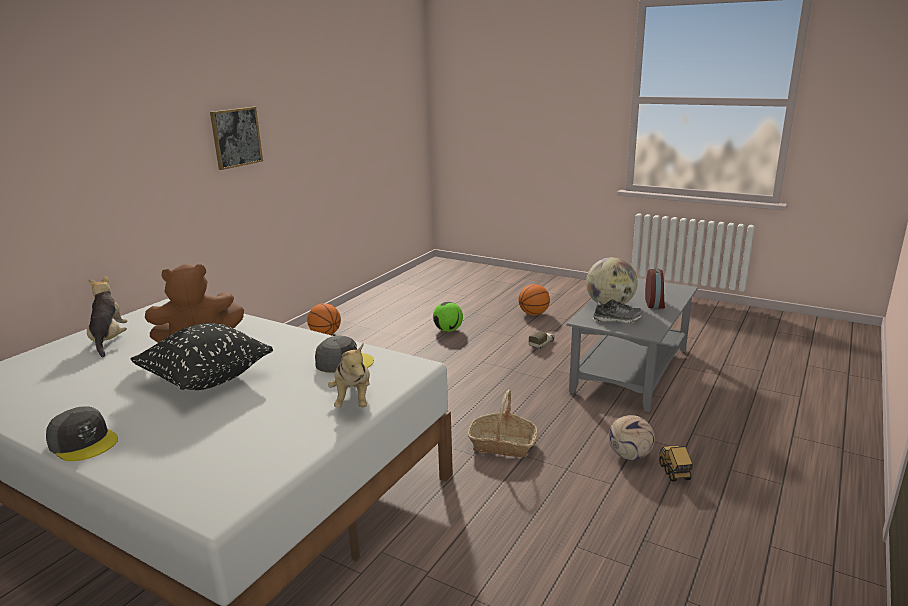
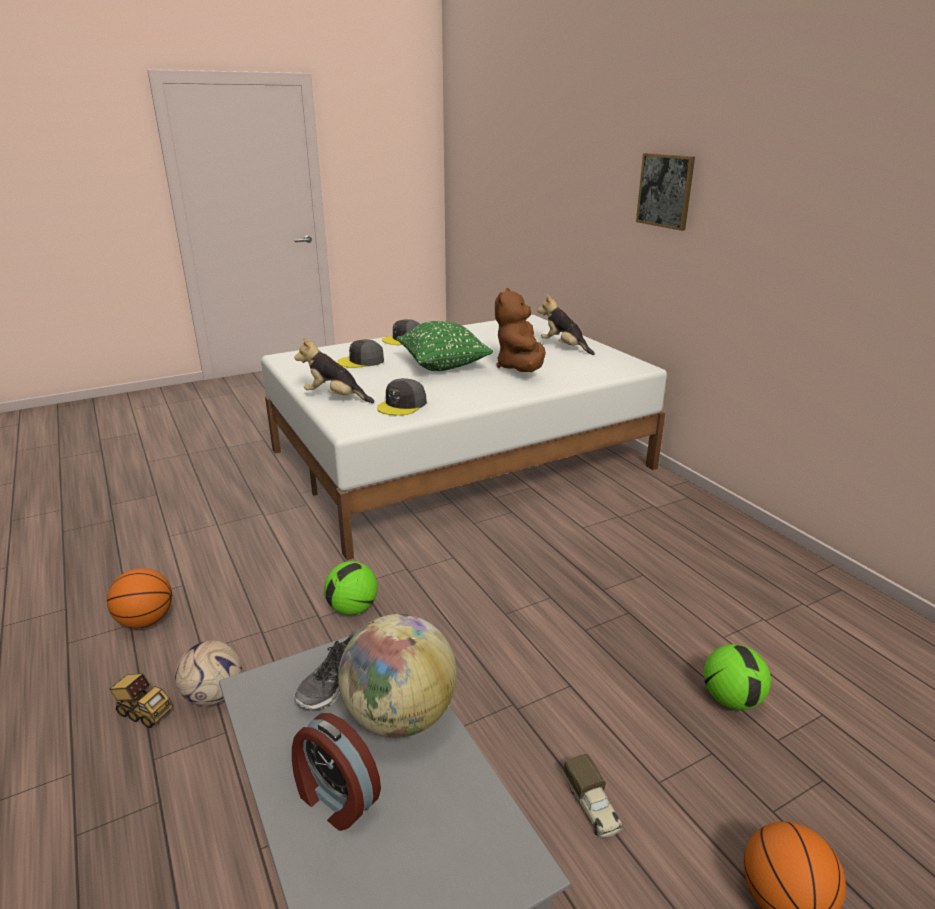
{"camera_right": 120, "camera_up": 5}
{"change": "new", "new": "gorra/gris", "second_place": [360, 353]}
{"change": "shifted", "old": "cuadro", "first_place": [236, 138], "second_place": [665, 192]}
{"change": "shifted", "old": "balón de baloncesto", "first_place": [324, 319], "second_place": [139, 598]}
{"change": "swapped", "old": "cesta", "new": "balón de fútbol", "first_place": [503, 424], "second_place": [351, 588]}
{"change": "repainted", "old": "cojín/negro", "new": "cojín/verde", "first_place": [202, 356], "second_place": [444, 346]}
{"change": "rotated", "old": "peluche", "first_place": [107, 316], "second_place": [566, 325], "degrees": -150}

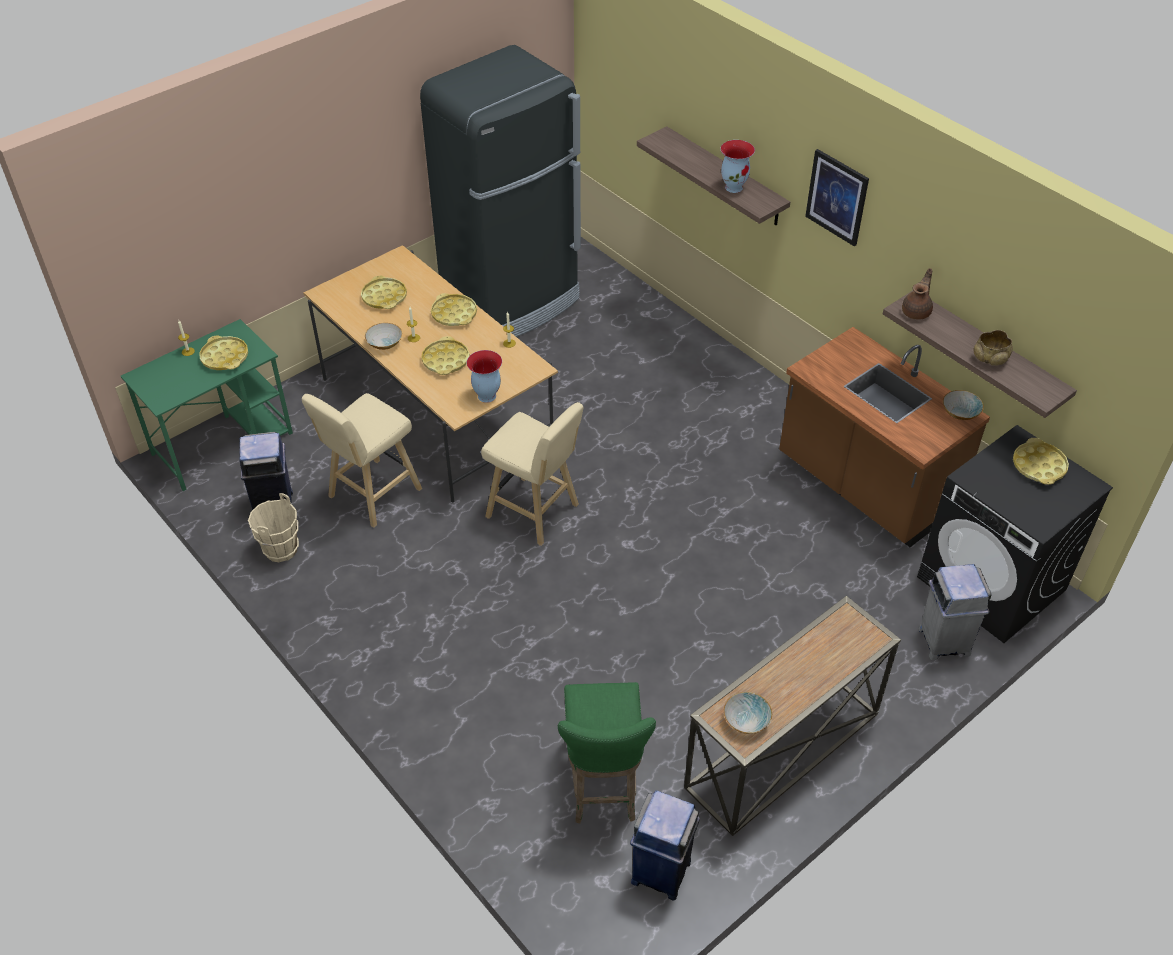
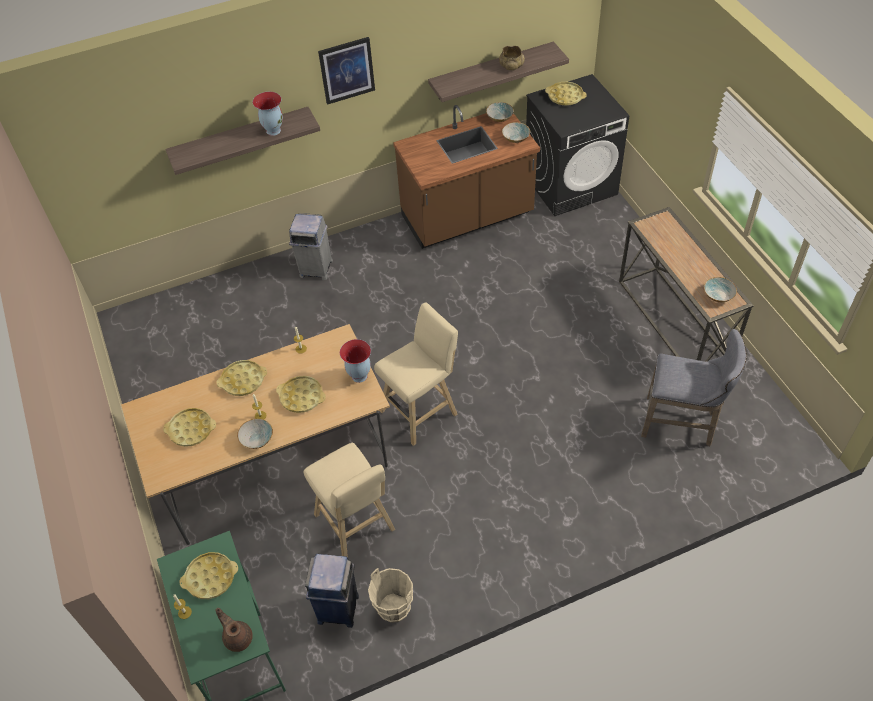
{"camera_right": -70, "camera_up": 5}
{"change": "gone", "old": "nevera/negro", "first_place": [500, 191]}
{"change": "gone", "old": "papelera/azul", "first_place": [665, 845]}
{"change": "new", "new": "cuenco", "second_place": [516, 132]}
{"change": "shifted", "old": "tetera/marrón", "first_place": [917, 294], "second_place": [234, 630]}
{"change": "shifted", "old": "papelera/gris", "first_place": [955, 612], "second_place": [311, 246]}
{"change": "repainted", "old": "taburete/verde", "new": "taburete/gris", "first_place": [607, 753], "second_place": [694, 387]}

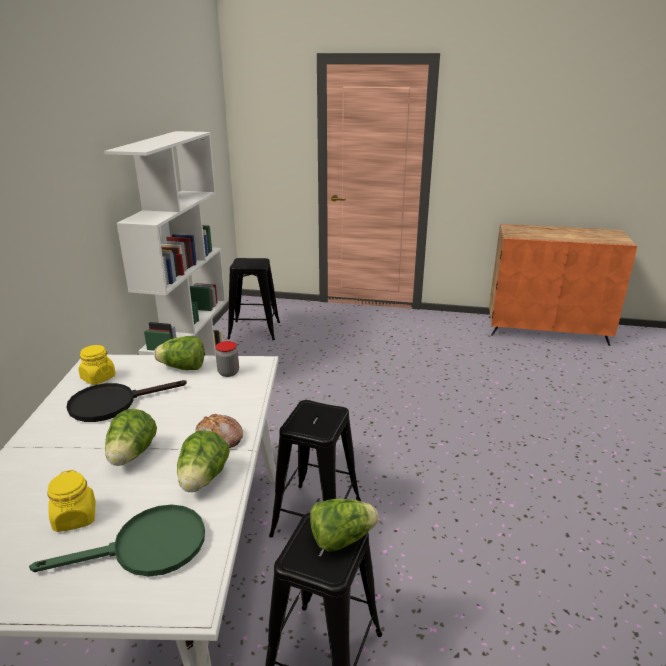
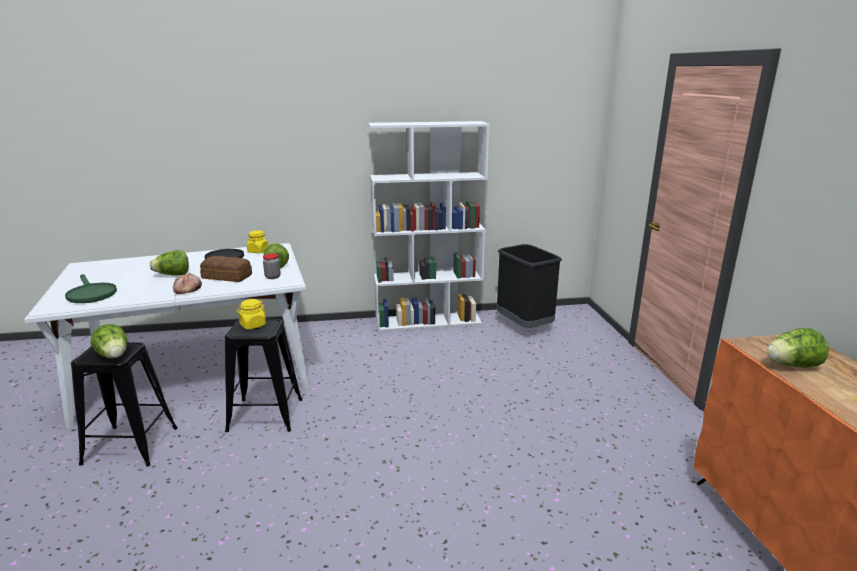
{"camera_right": 70, "camera_up": -5}
{"change": "new", "new": "pan", "second_place": [226, 269]}
{"change": "shifted", "old": "tarro/amarillo", "first_place": [71, 501], "second_place": [251, 314]}
{"change": "shifted", "old": "lechuga", "first_place": [203, 461], "second_place": [797, 348]}
{"change": "swapped", "old": "taburete/negro", "new": "papelera/negro", "first_place": [253, 299], "second_place": [529, 286]}

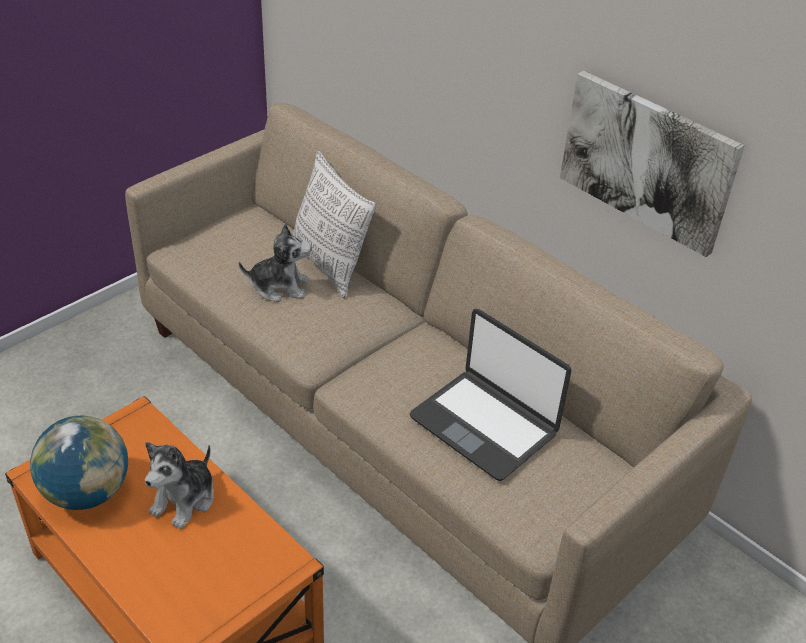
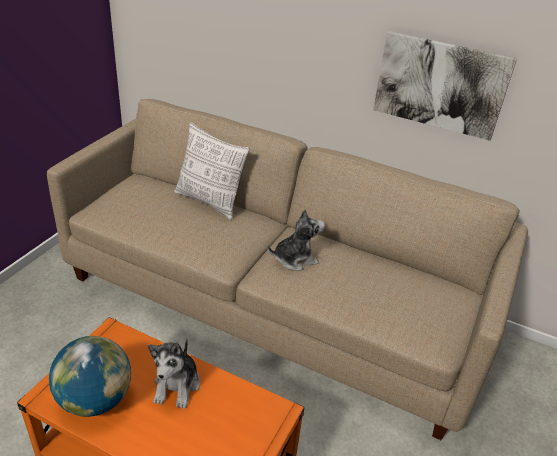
{"camera_right": -20, "camera_up": -5}
{"change": "gone", "old": "portátil", "first_place": [491, 395]}
{"change": "shifted", "old": "peluche", "first_place": [275, 263], "second_place": [296, 240]}

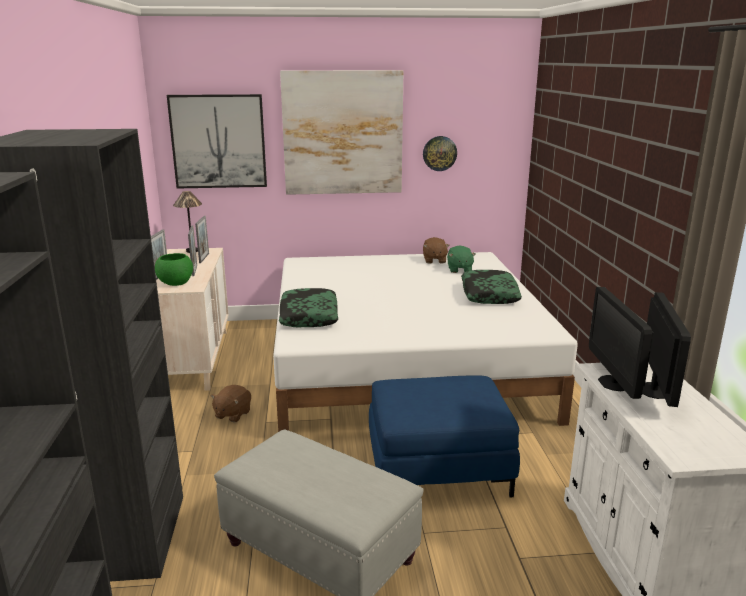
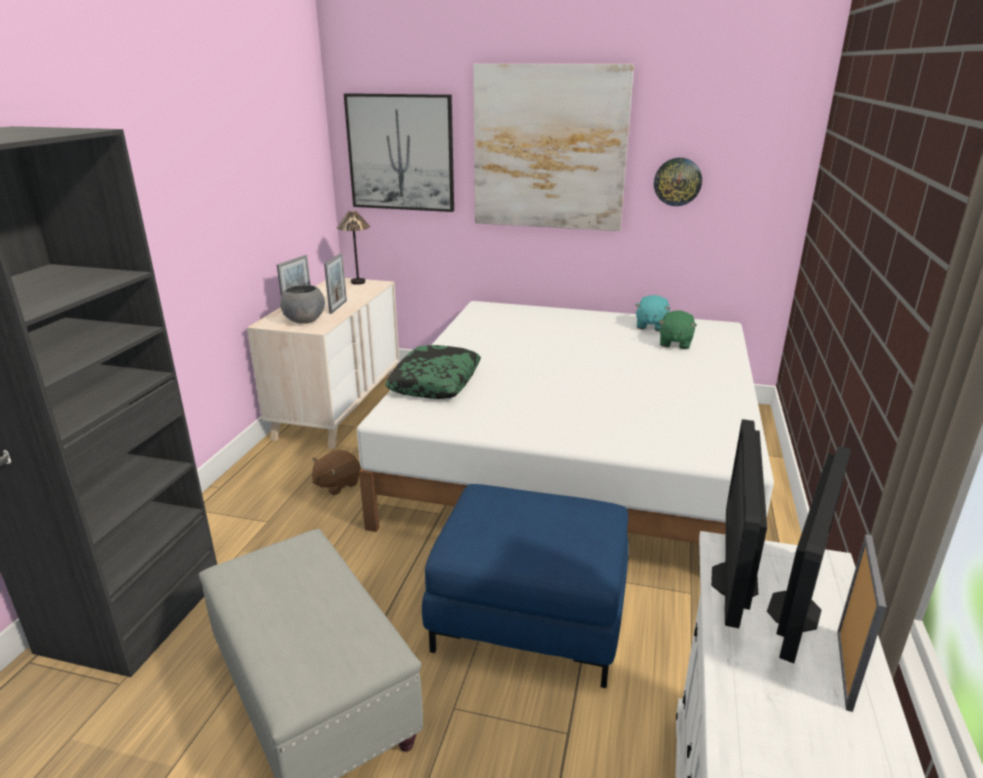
{"camera_right": 20, "camera_up": 5}
{"change": "gone", "old": "cojín", "first_place": [491, 287]}
{"change": "shifted", "old": "portarretratos", "first_place": [202, 239], "second_place": [861, 623]}
{"change": "repainted", "old": "cuenco/verde", "new": "cuenco/gris", "first_place": [174, 269], "second_place": [302, 304]}
{"change": "repainted", "old": "peluche/marrón", "new": "peluche/turquesa", "first_place": [436, 250], "second_place": [653, 313]}

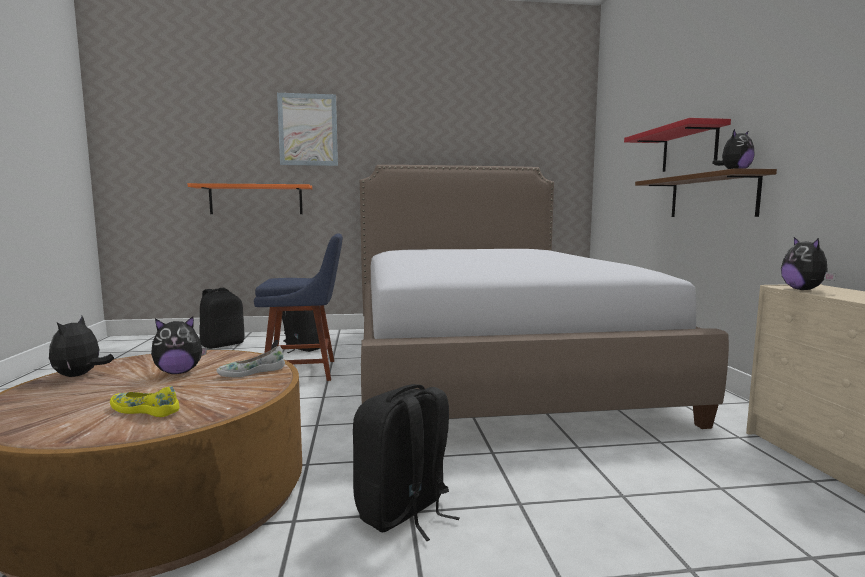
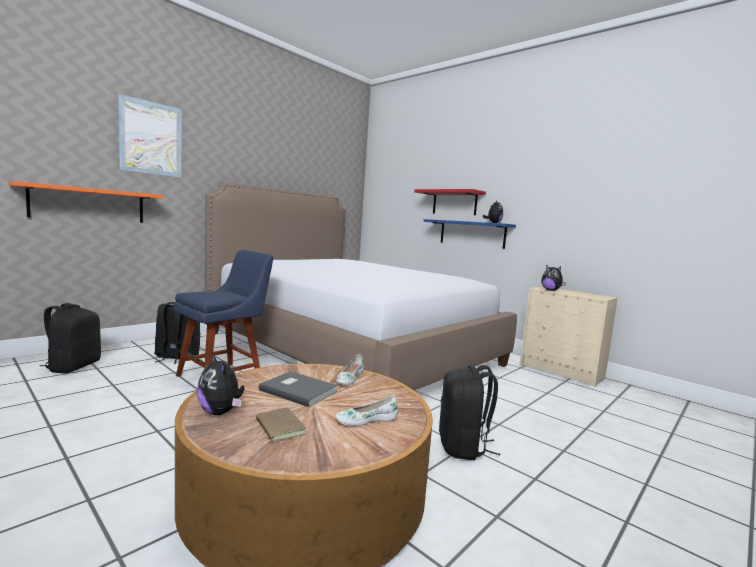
{"camera_right": -40, "camera_up": 0}
{"change": "new", "new": "libro/marrón", "second_place": [281, 424]}
{"change": "swapped", "old": "peluche", "new": "libro/gris", "first_place": [179, 345], "second_place": [298, 389]}
{"change": "repainted", "old": "zapato/amarillo", "new": "zapato/blanco", "first_place": [145, 401], "second_place": [366, 410]}
{"change": "repainted", "old": "estante/marrón", "new": "estante/azul", "first_place": [706, 192], "second_place": [469, 234]}

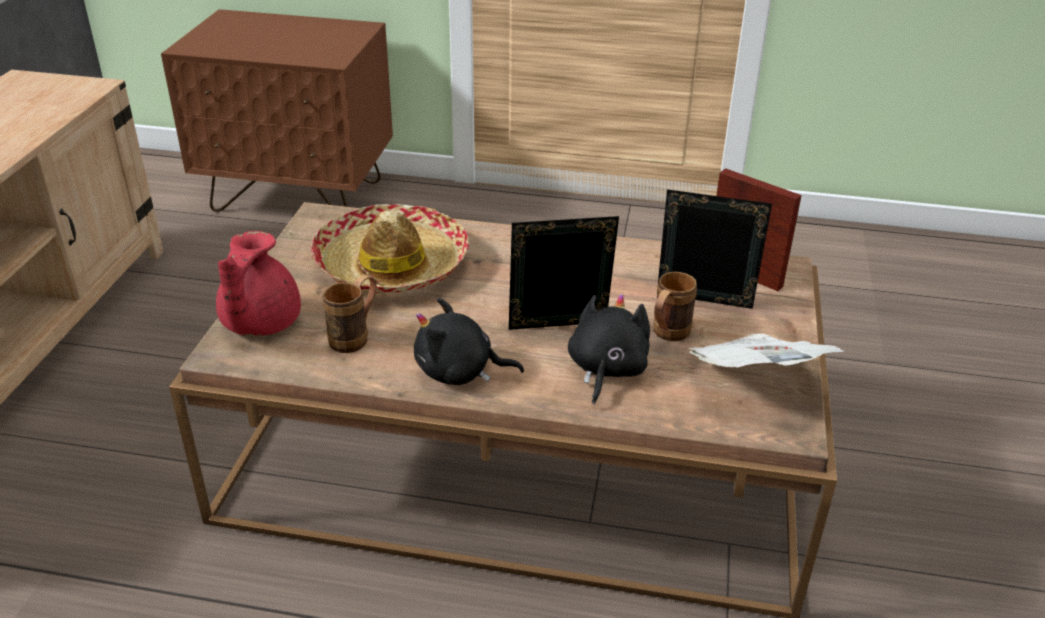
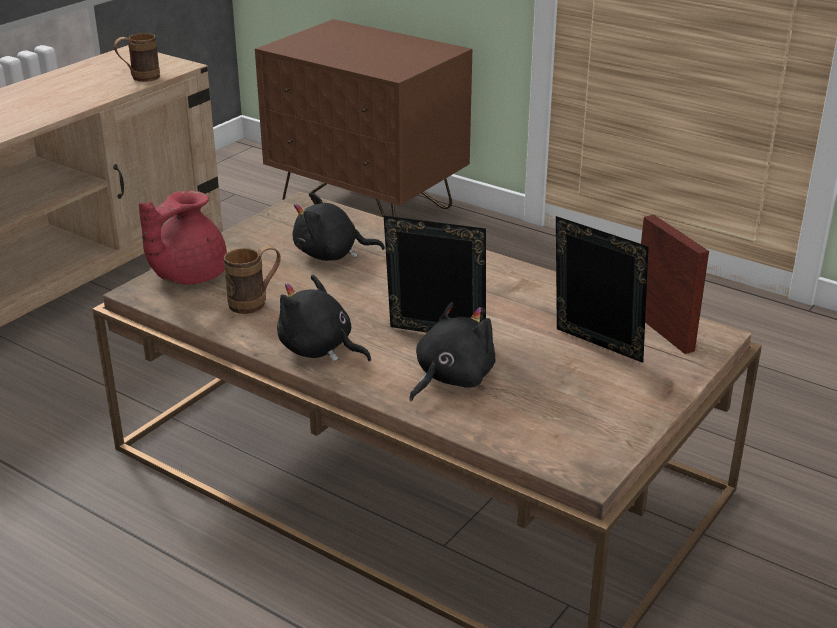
{"camera_right": 25, "camera_up": -5}
{"change": "gone", "old": "periódico", "first_place": [766, 350]}
{"change": "shifted", "old": "taza grande/marrón", "first_place": [675, 306], "second_place": [137, 57]}
{"change": "swapped", "old": "sombrero", "new": "peluche/negro", "first_place": [390, 248], "second_place": [339, 226]}

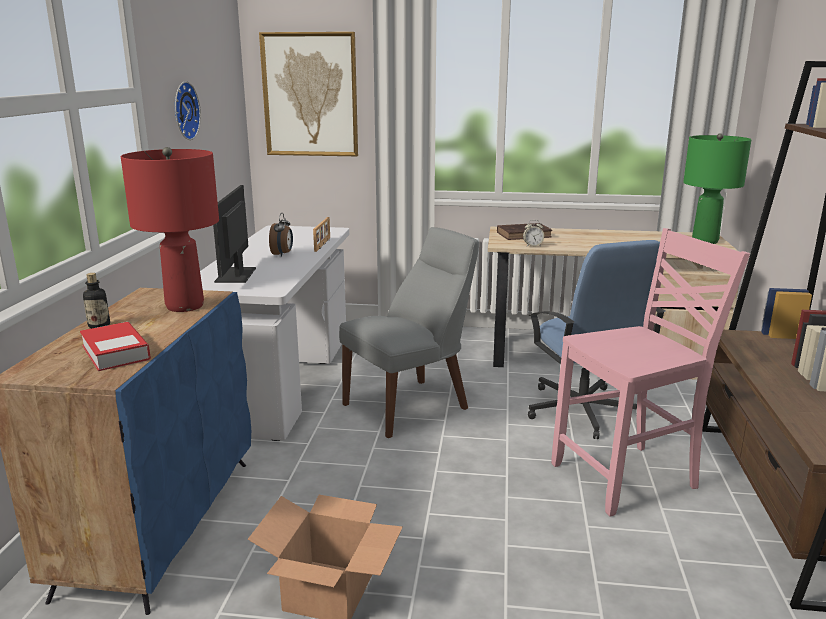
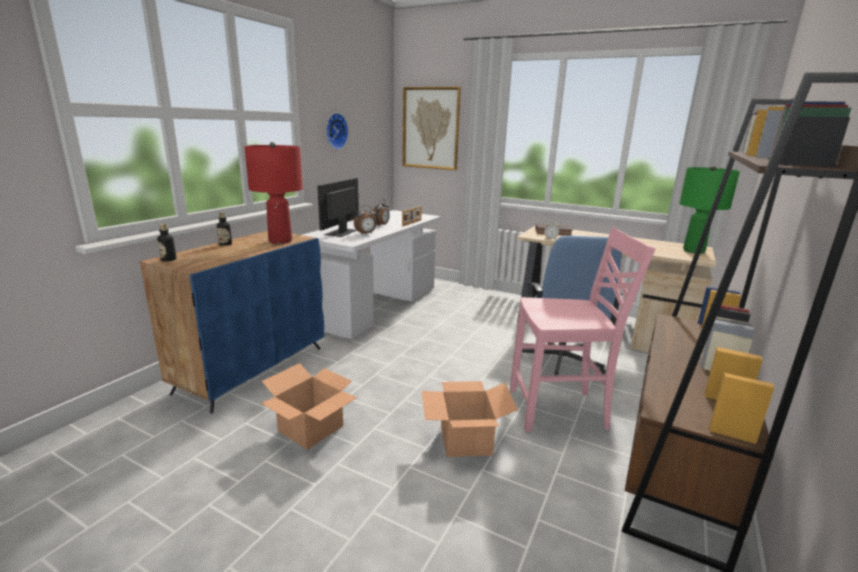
{"camera_right": 20, "camera_up": 0}
{"change": "gone", "old": "libro", "first_place": [115, 346]}
{"change": "gone", "old": "silla/gris", "first_place": [409, 332]}
{"change": "new", "new": "botella", "second_place": [166, 242]}
{"change": "new", "new": "despertador", "second_place": [365, 219]}
{"change": "new", "new": "caja de cartón", "second_place": [469, 419]}

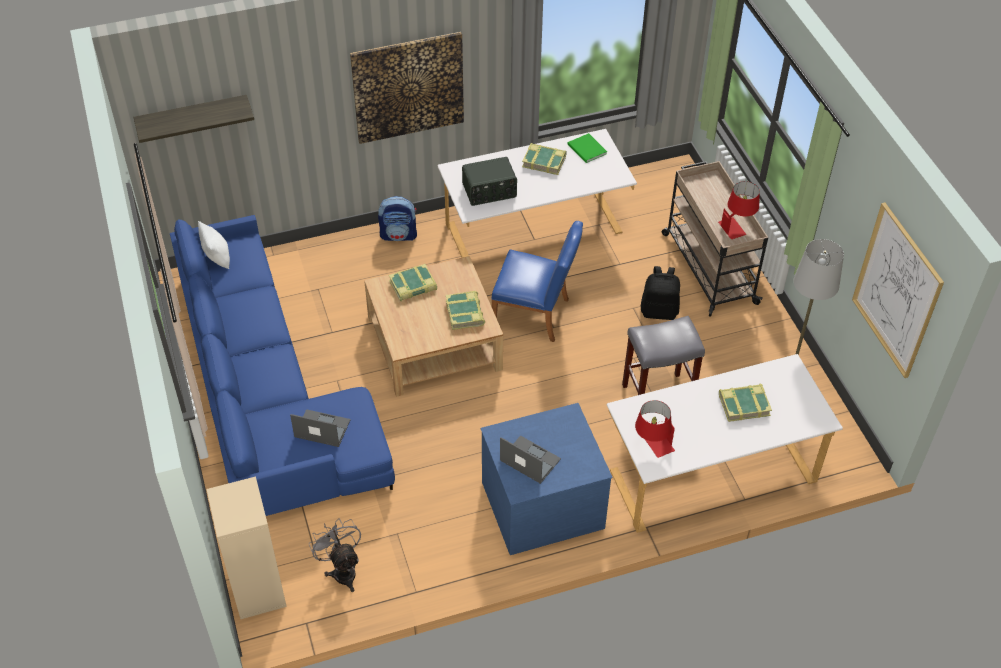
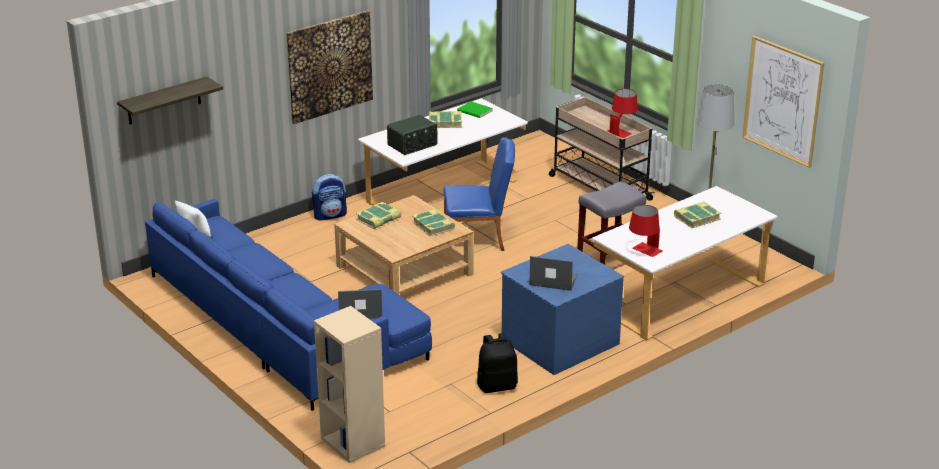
{"camera_right": -20, "camera_up": -20}
{"change": "gone", "old": "ventilador/gris", "first_place": [335, 555]}
{"change": "shifted", "old": "mochila/negro", "first_place": [660, 293], "second_place": [497, 363]}

